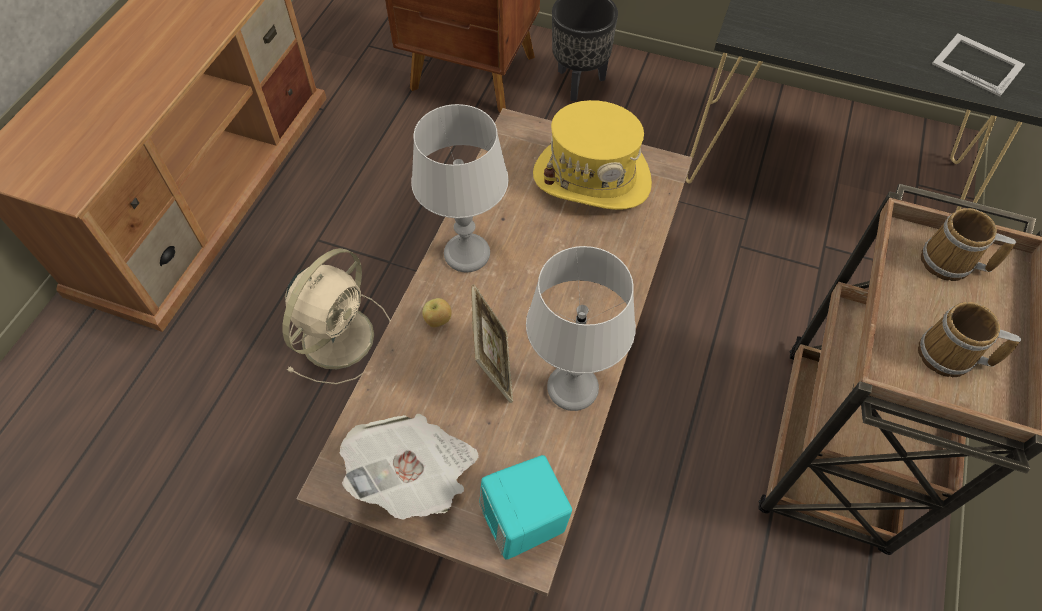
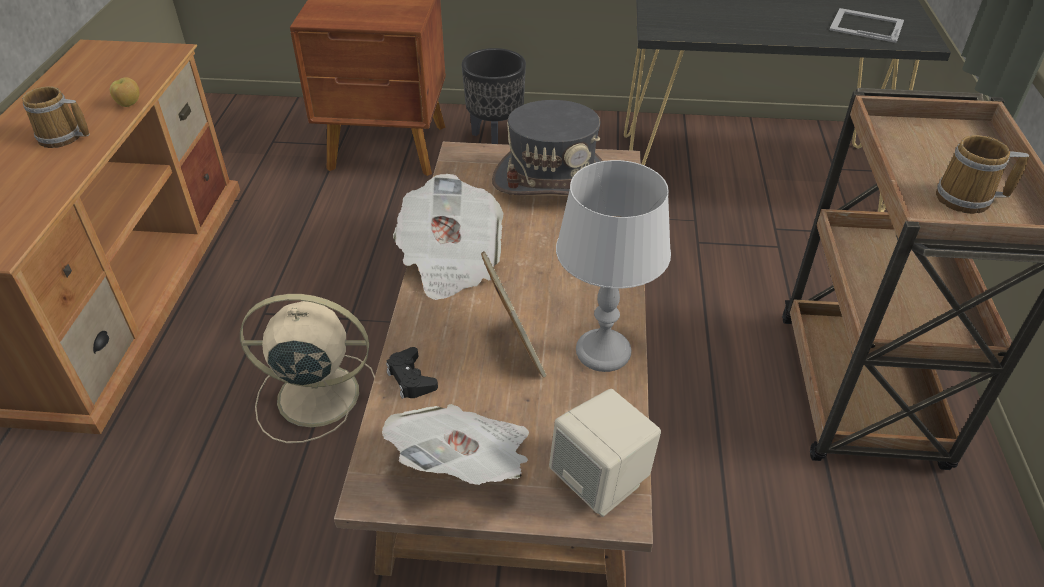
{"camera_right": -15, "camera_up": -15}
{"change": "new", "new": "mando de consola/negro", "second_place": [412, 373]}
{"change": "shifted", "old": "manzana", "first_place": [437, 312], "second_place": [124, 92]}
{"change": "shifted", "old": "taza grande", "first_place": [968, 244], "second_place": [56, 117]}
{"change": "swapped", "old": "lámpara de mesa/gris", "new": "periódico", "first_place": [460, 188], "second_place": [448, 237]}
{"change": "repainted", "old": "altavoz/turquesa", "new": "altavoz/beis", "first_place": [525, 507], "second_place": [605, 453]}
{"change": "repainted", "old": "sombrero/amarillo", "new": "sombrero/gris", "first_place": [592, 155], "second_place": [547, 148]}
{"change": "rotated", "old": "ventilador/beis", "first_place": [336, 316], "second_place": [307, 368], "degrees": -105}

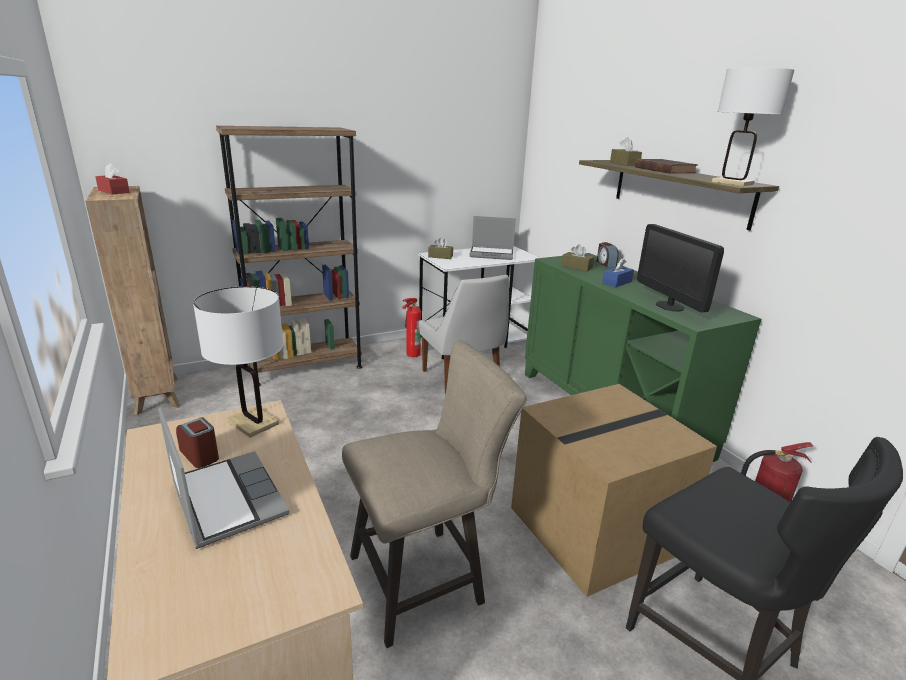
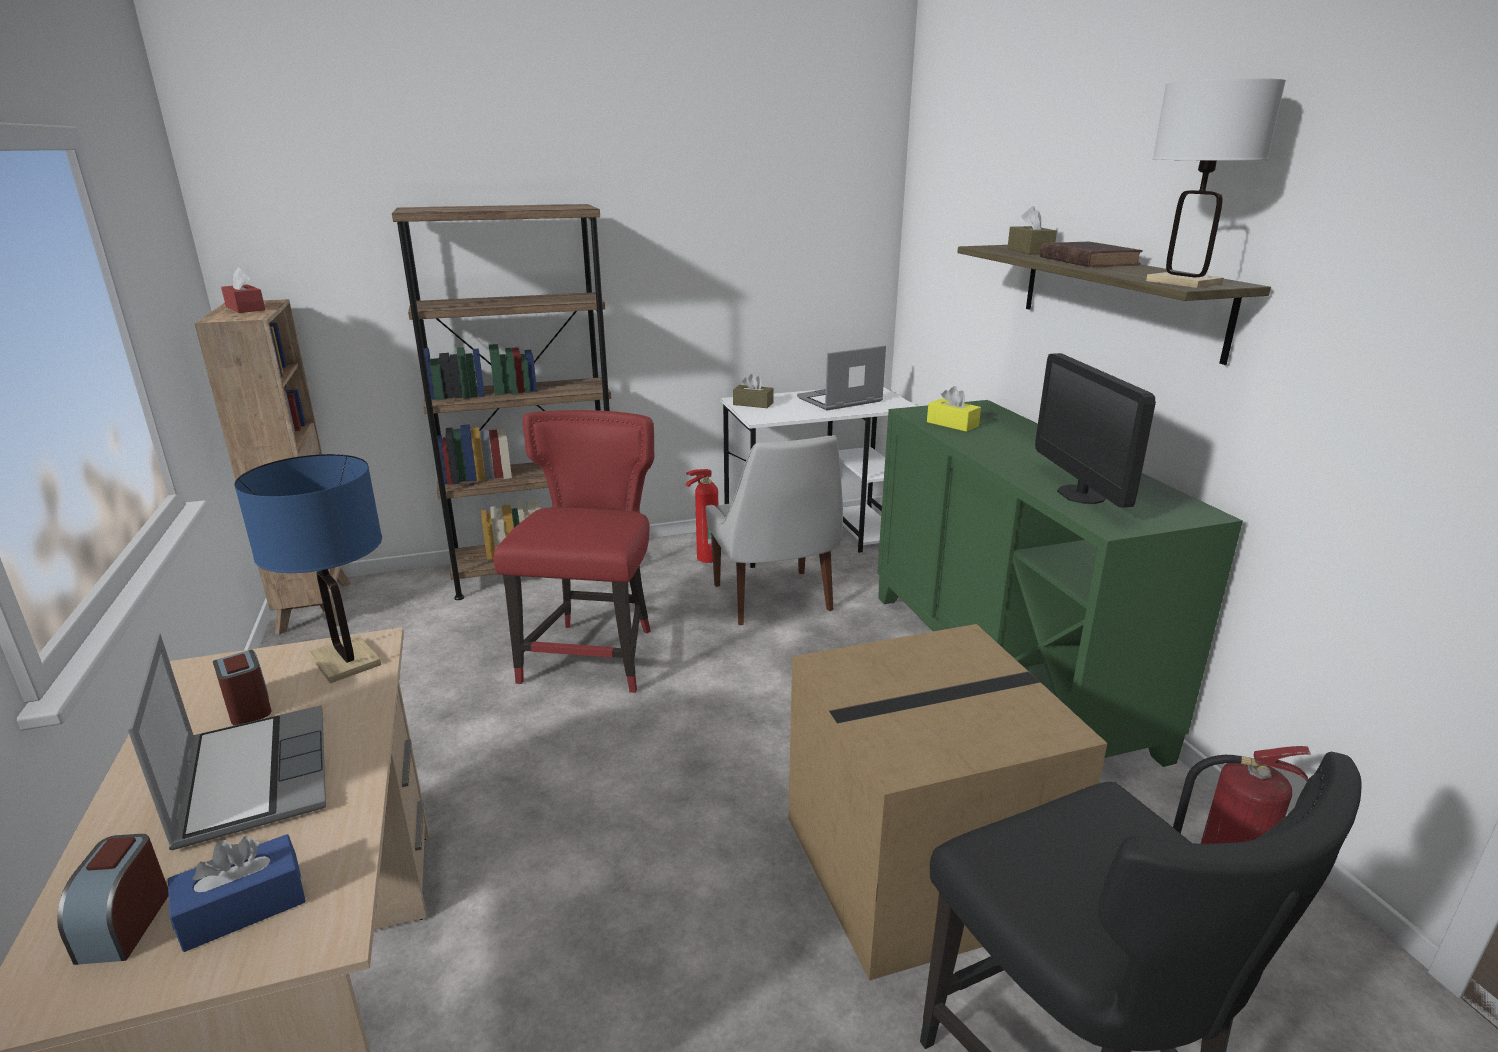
{"camera_right": 10, "camera_up": 0}
{"change": "gone", "old": "taburete/beis", "first_place": [434, 494]}
{"change": "new", "new": "silla/rojo", "second_place": [573, 551]}
{"change": "shifted", "old": "despertador", "first_place": [608, 254], "second_place": [113, 899]}
{"change": "shifted", "old": "caja de pañuelos/azul", "first_place": [618, 272], "second_place": [237, 893]}
{"change": "repainted", "old": "lámpara de mesa/blanco", "new": "lámpara de mesa/azul", "first_place": [238, 362], "second_place": [308, 568]}
{"change": "repainted", "old": "caja de pañuelos/marrón", "new": "caja de pañuelos/amarillo", "first_place": [578, 257], "second_place": [954, 409]}
{"change": "rotated", "old": "portátil", "first_place": [492, 238], "second_place": [841, 378], "degrees": 135}

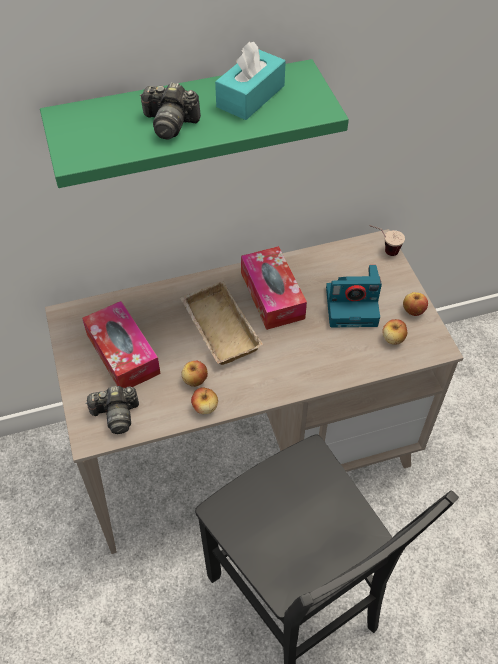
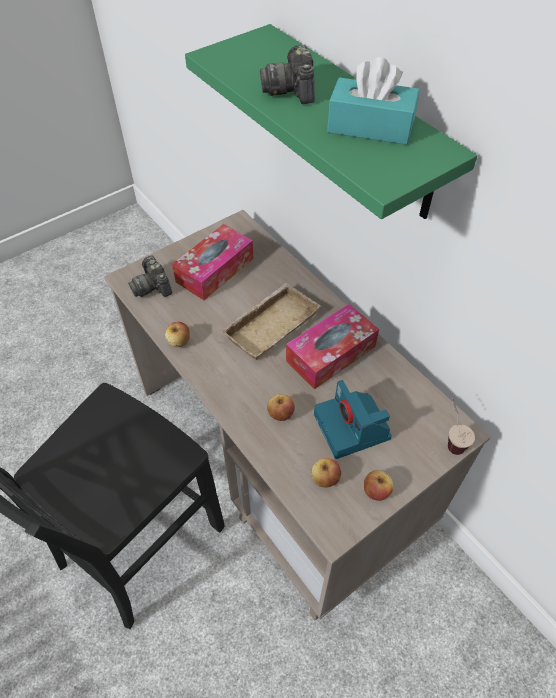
{"camera_right": 70, "camera_up": 0}
{"change": "shifted", "old": "manzana", "first_place": [195, 374], "second_place": [281, 407]}

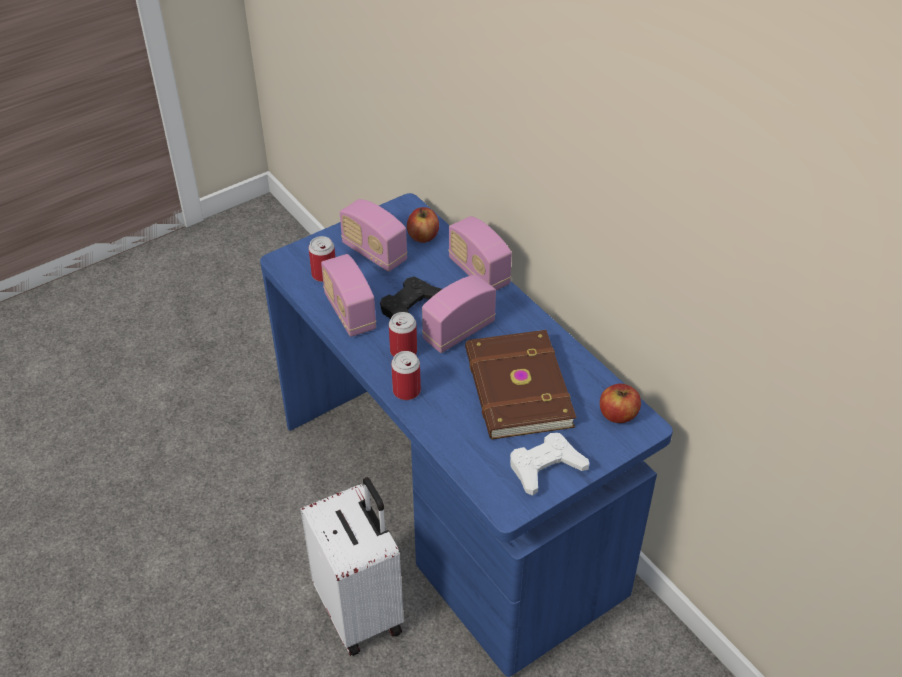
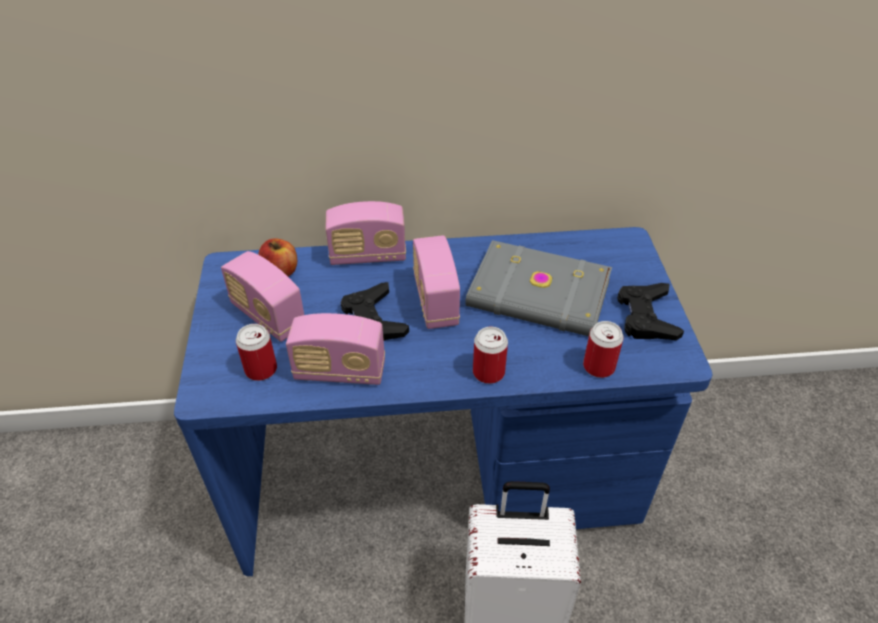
{"camera_right": -60, "camera_up": 0}
{"change": "gone", "old": "manzana", "first_place": [620, 403]}
{"change": "shifted", "old": "lata", "first_place": [403, 334], "second_place": [603, 349]}
{"change": "repainted", "old": "libro/marrón", "new": "libro/gris", "first_place": [520, 384], "second_place": [538, 288]}
{"change": "repainted", "old": "mando de consola/blanco", "new": "mando de consola/negro", "first_place": [549, 464], "second_place": [650, 311]}
{"change": "rotated", "old": "radio", "first_place": [374, 235], "second_place": [262, 296], "degrees": 60}

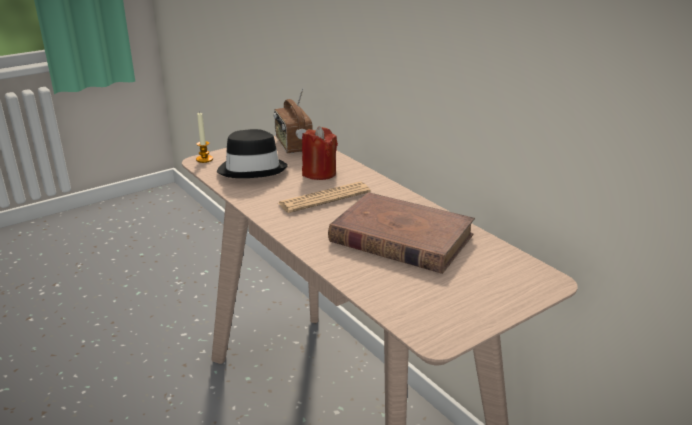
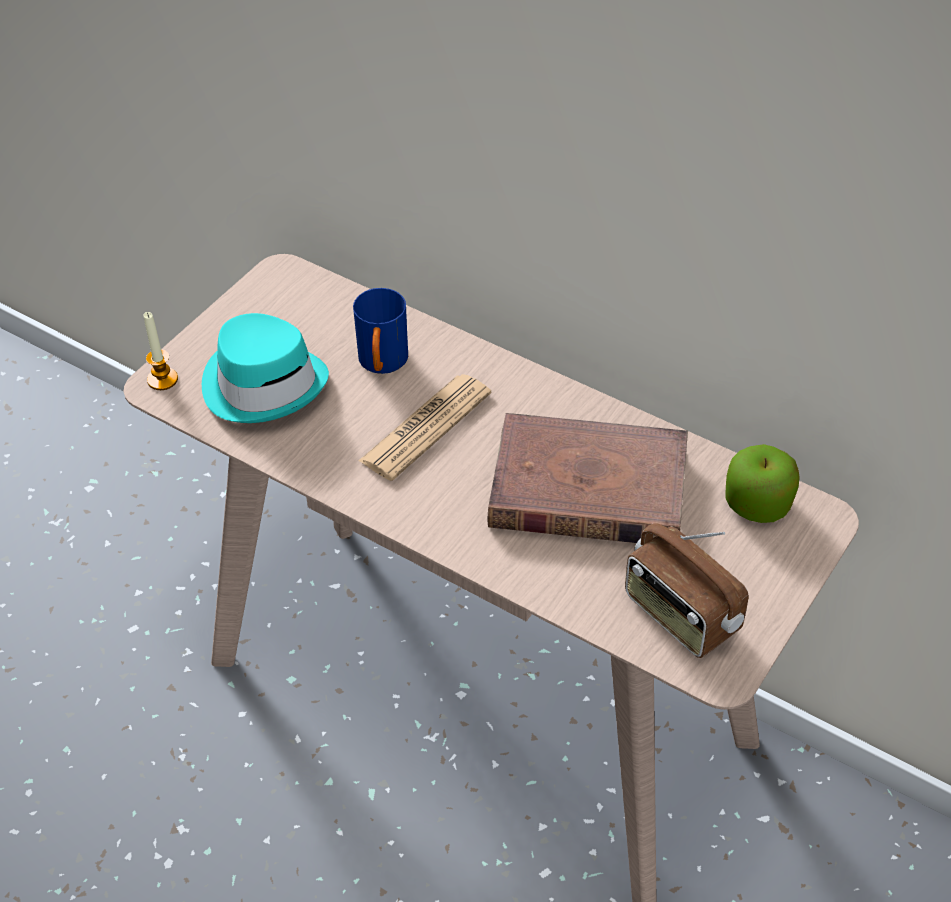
{"camera_right": -20, "camera_up": 20}
{"change": "new", "new": "manzana", "second_place": [762, 483]}
{"change": "shifted", "old": "radio", "first_place": [293, 120], "second_place": [687, 590]}
{"change": "swapped", "old": "vela/rojo", "new": "taza grande/azul", "first_place": [320, 153], "second_place": [380, 331]}
{"change": "repainted", "old": "sombrero/negro", "new": "sombrero/turquesa", "first_place": [252, 153], "second_place": [265, 368]}

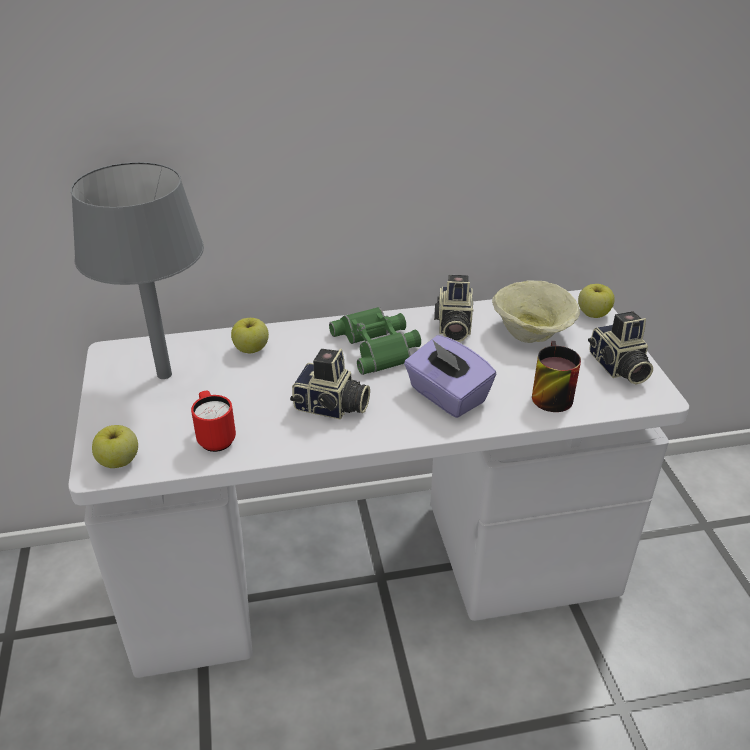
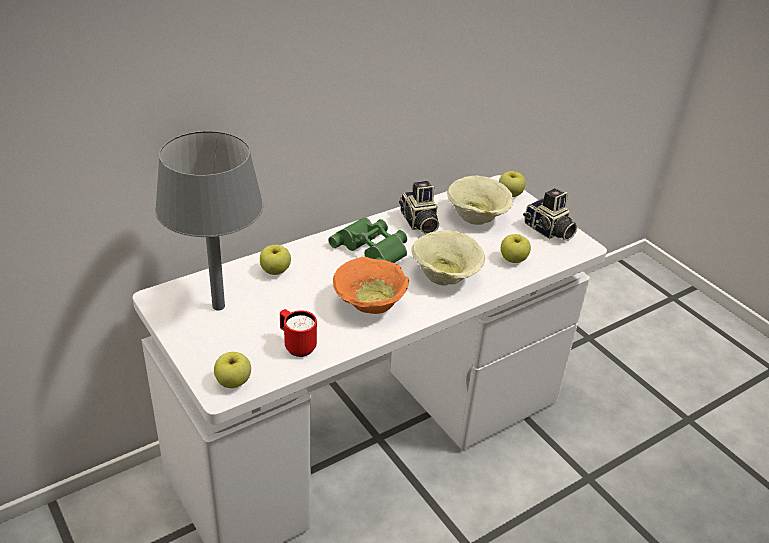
{"camera_right": -25, "camera_up": 0}
{"change": "swapped", "old": "cámara", "new": "cuenco/naranja", "first_place": [330, 384], "second_place": [371, 285]}
{"change": "swapped", "old": "caja de pañuelos/morado", "new": "cuenco/beis", "first_place": [450, 376], "second_place": [448, 258]}
{"change": "swapped", "old": "taza grande", "new": "manzana", "first_place": [556, 376], "second_place": [516, 248]}

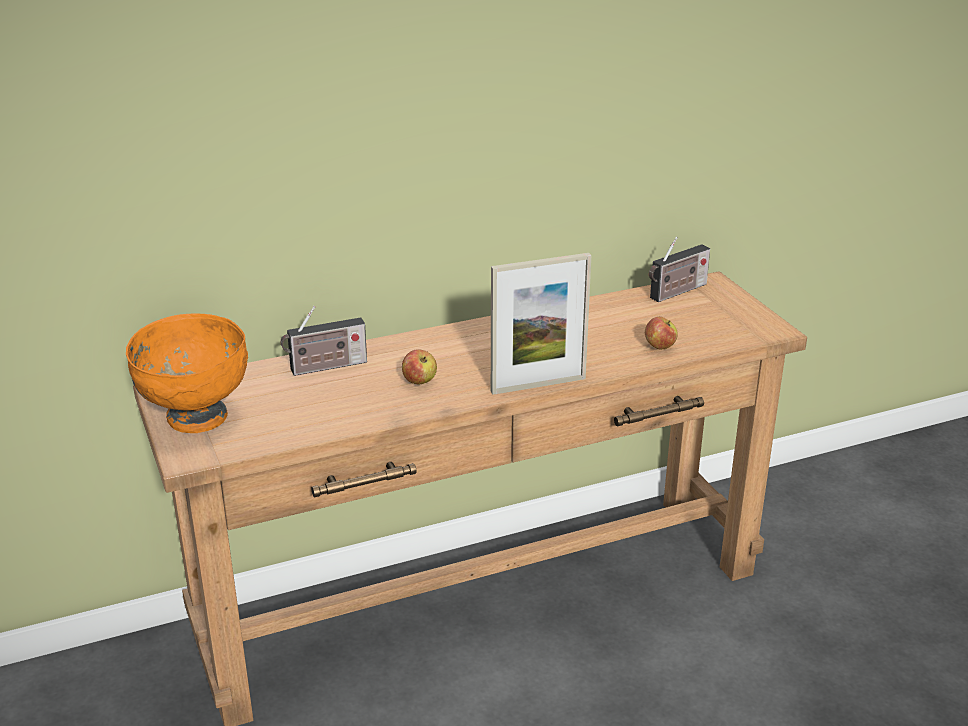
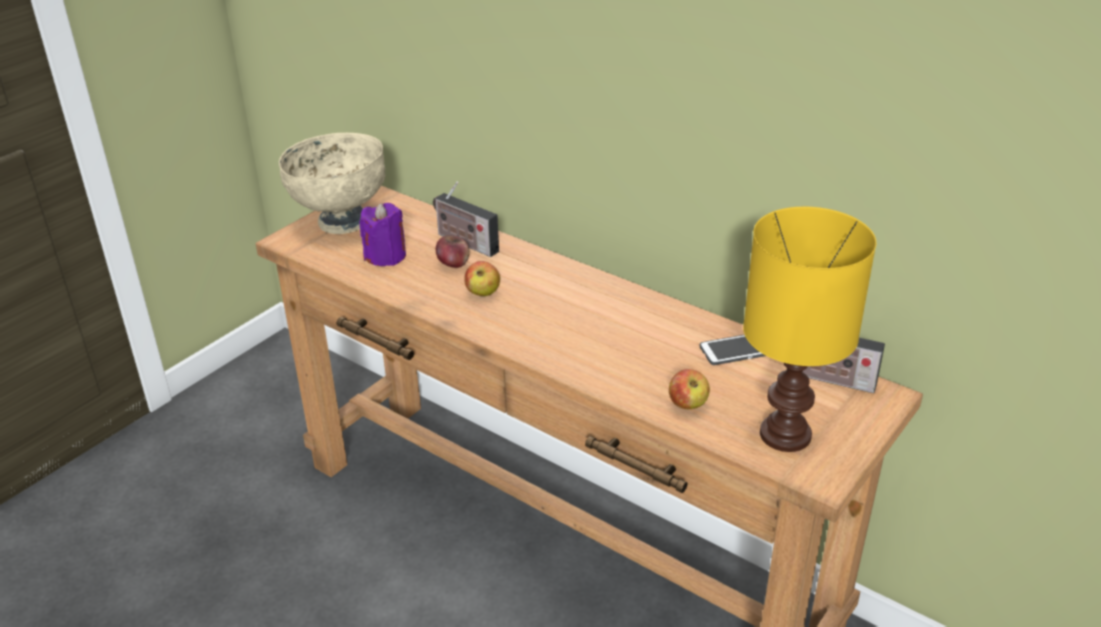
{"camera_right": 60, "camera_up": 5}
{"change": "gone", "old": "portarretratos", "first_place": [541, 324]}
{"change": "new", "new": "vela/morado", "second_place": [383, 234]}
{"change": "new", "new": "manzana", "second_place": [453, 251]}
{"change": "new", "new": "móvil", "second_place": [733, 350]}
{"change": "new", "new": "lámpara de mesa/amarillo", "second_place": [809, 329]}
{"change": "repainted", "old": "cuenco/naranja", "new": "cuenco/beis", "first_place": [187, 373], "second_place": [332, 183]}

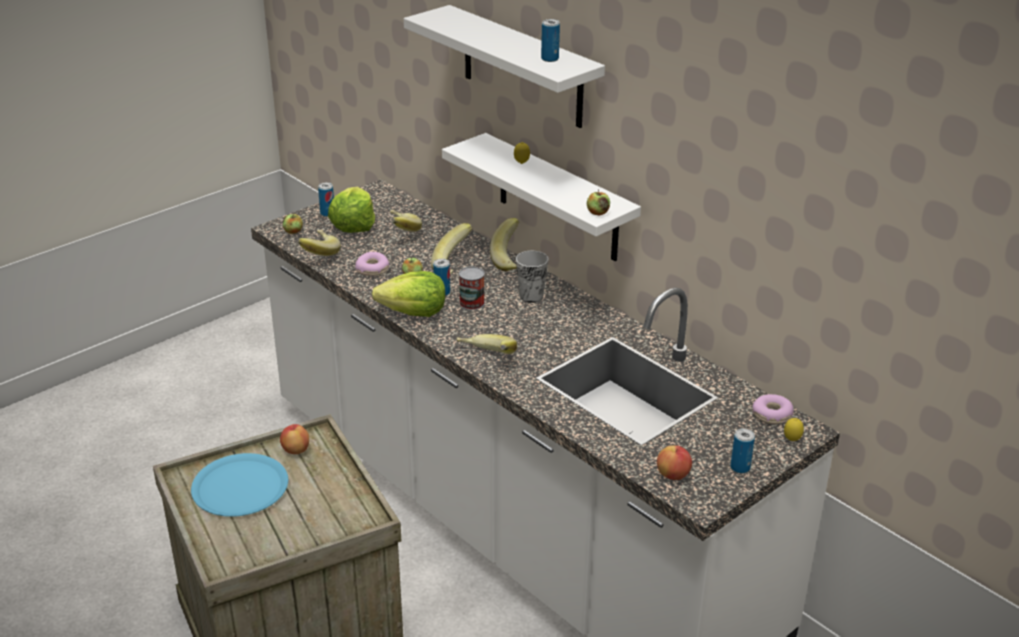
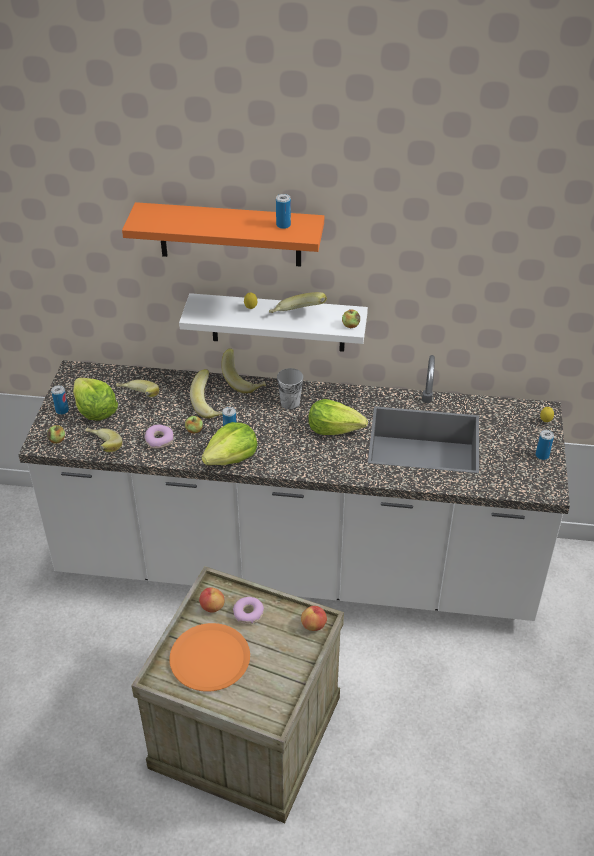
{"camera_right": -40, "camera_up": 10}
{"change": "gone", "old": "lata", "first_place": [472, 288]}
{"change": "new", "new": "lechuga", "second_place": [338, 417]}
{"change": "shifted", "old": "plátano", "first_place": [486, 344], "second_place": [298, 302]}
{"change": "shifted", "old": "manzana", "first_place": [674, 462], "second_place": [314, 618]}
{"change": "shifted", "old": "rosquilla", "first_place": [773, 409], "second_place": [248, 610]}
{"change": "repainted", "old": "plato/azul", "new": "plato/naranja", "first_place": [239, 485], "second_place": [209, 657]}
{"change": "repainted", "old": "estante/blanco", "new": "estante/naranja", "first_place": [504, 66], "second_place": [223, 234]}

